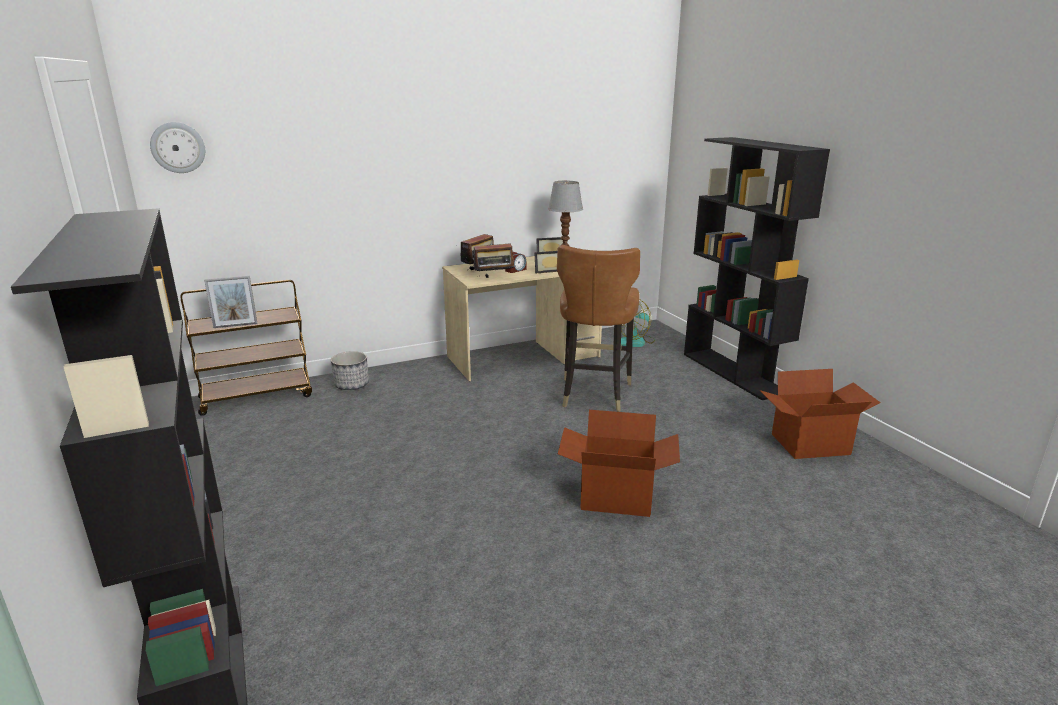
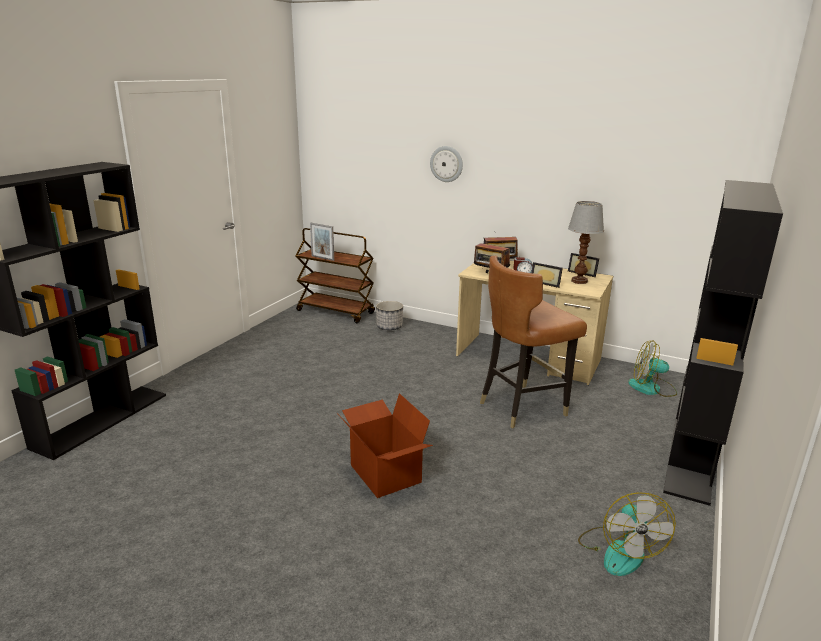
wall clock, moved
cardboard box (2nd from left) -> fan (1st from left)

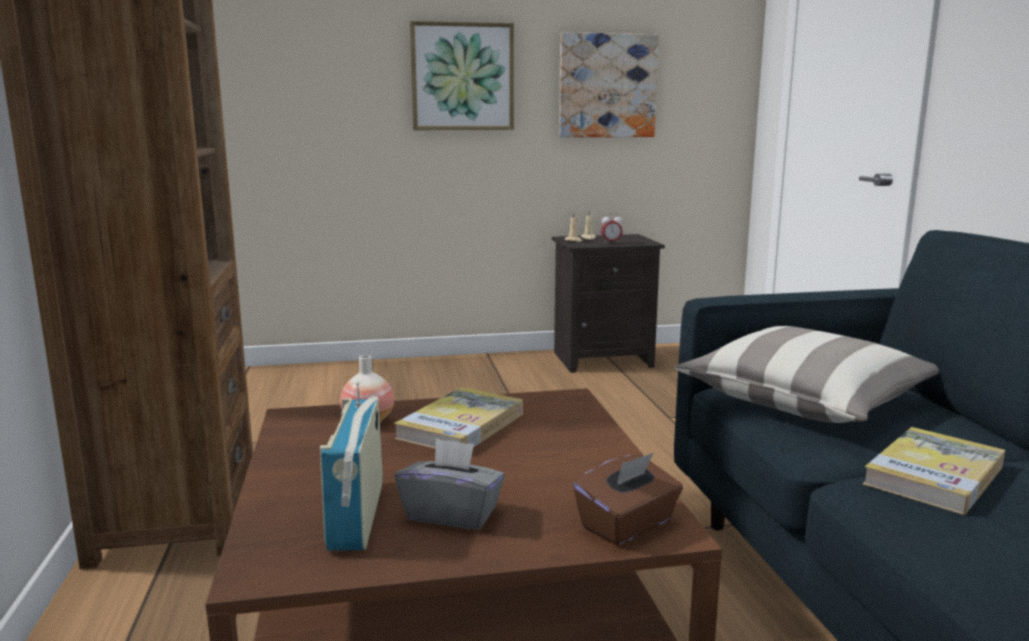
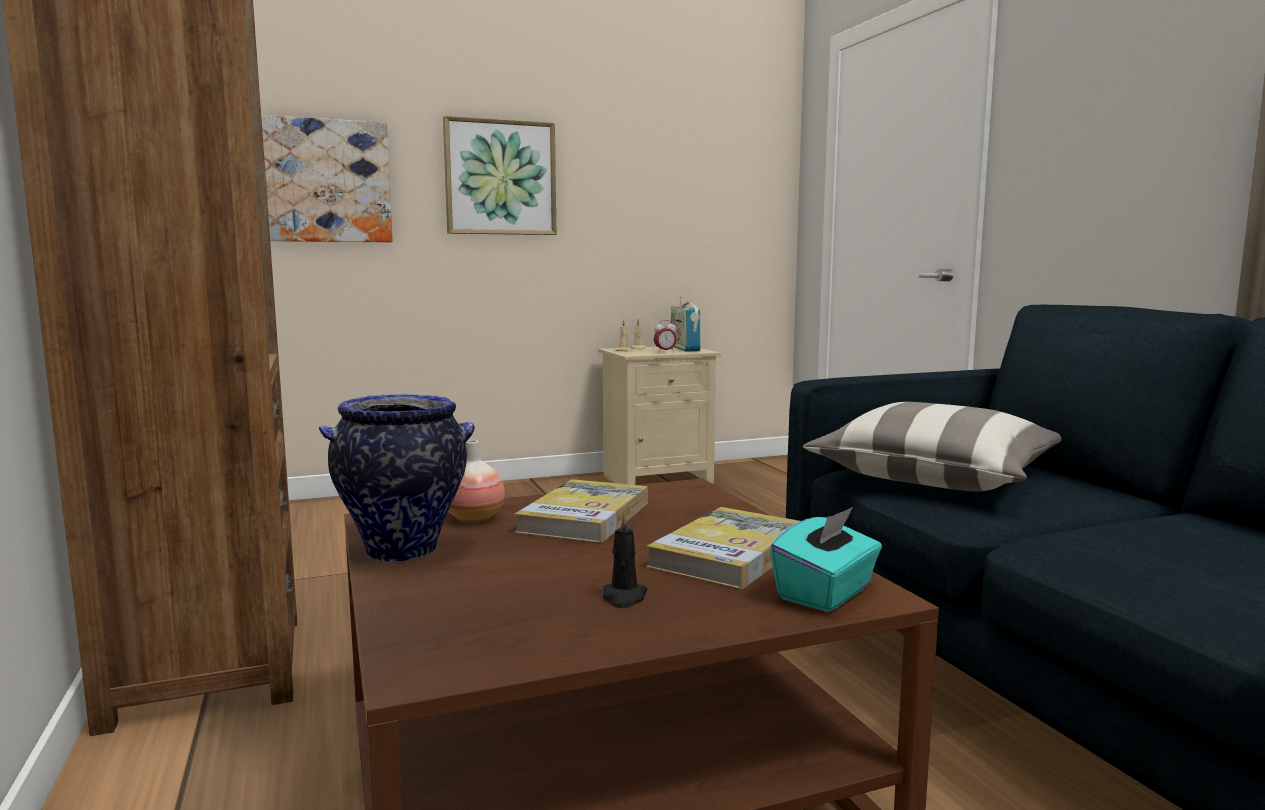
radio, moved
grey tissue box -> black candle
black nightstand -> beige nightstand
picture (2nd from left in the first image) -> picture (1st from left), moved
brown tissue box -> turquoise tissue box
book (2nd from left), moved
none -> vase (1st from left)

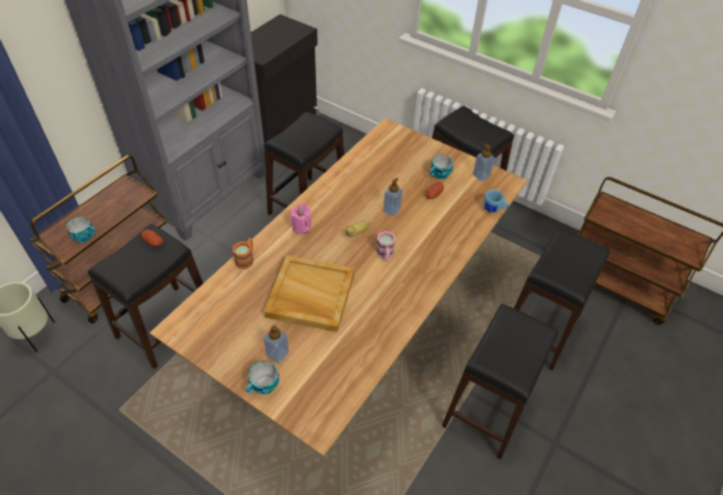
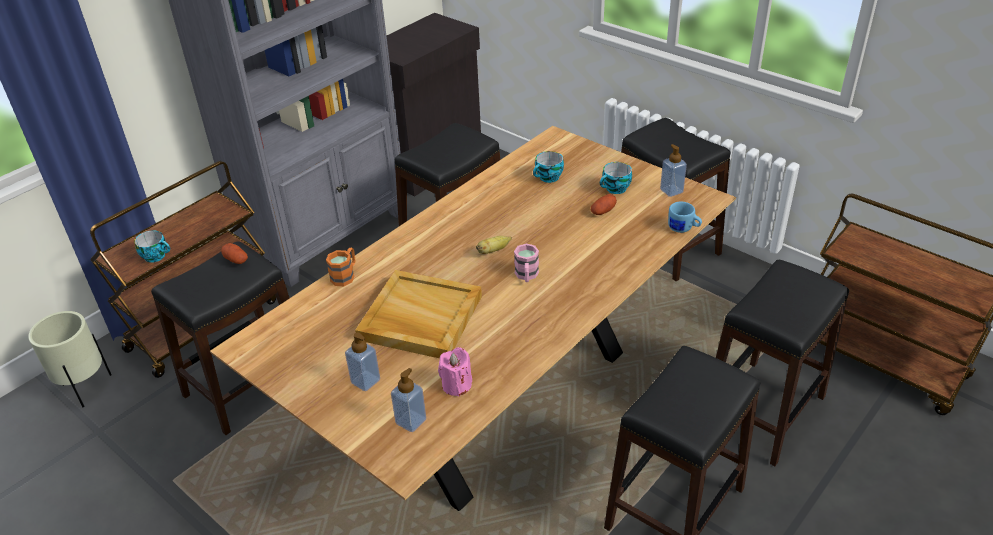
cup (2nd from left), moved
pink candle, moved
soap dispenser (2nd from left), moved

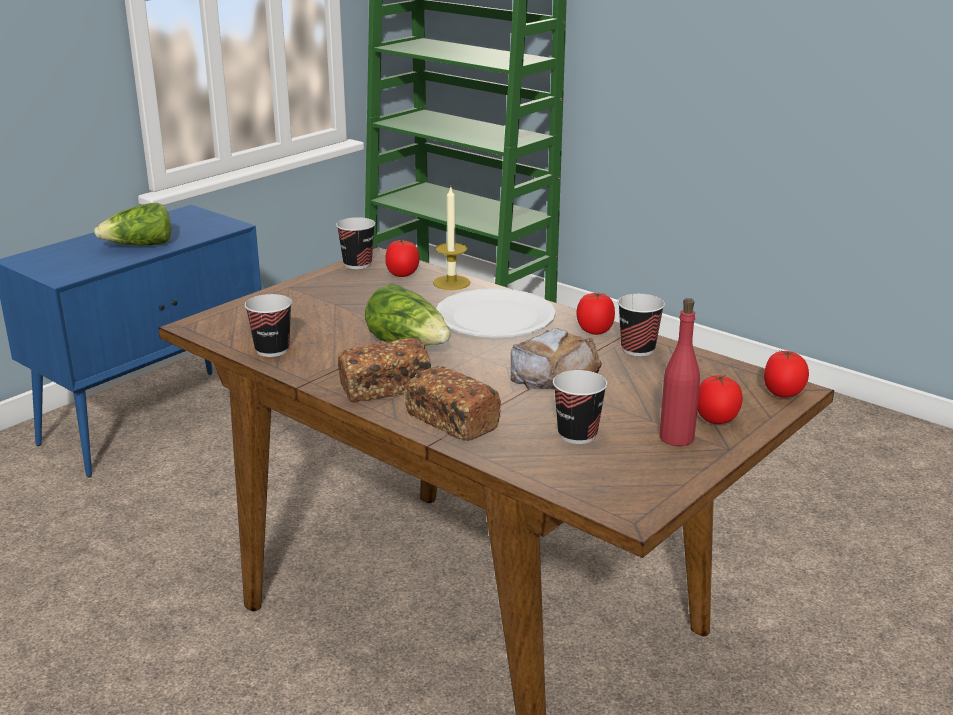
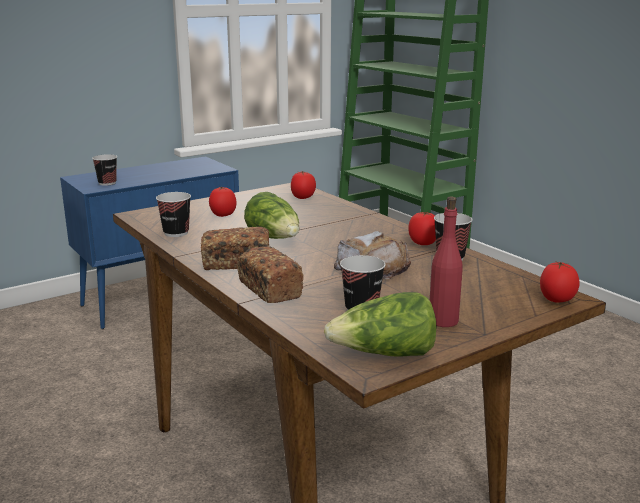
lettuce (1st from left in the first image) -> lettuce (2nd from left), moved
cup (2nd from left in the first image) -> cup (1st from left), moved
candle -> none
white plate -> none
tomato (3rd from left in the first image) -> tomato (1st from left), moved

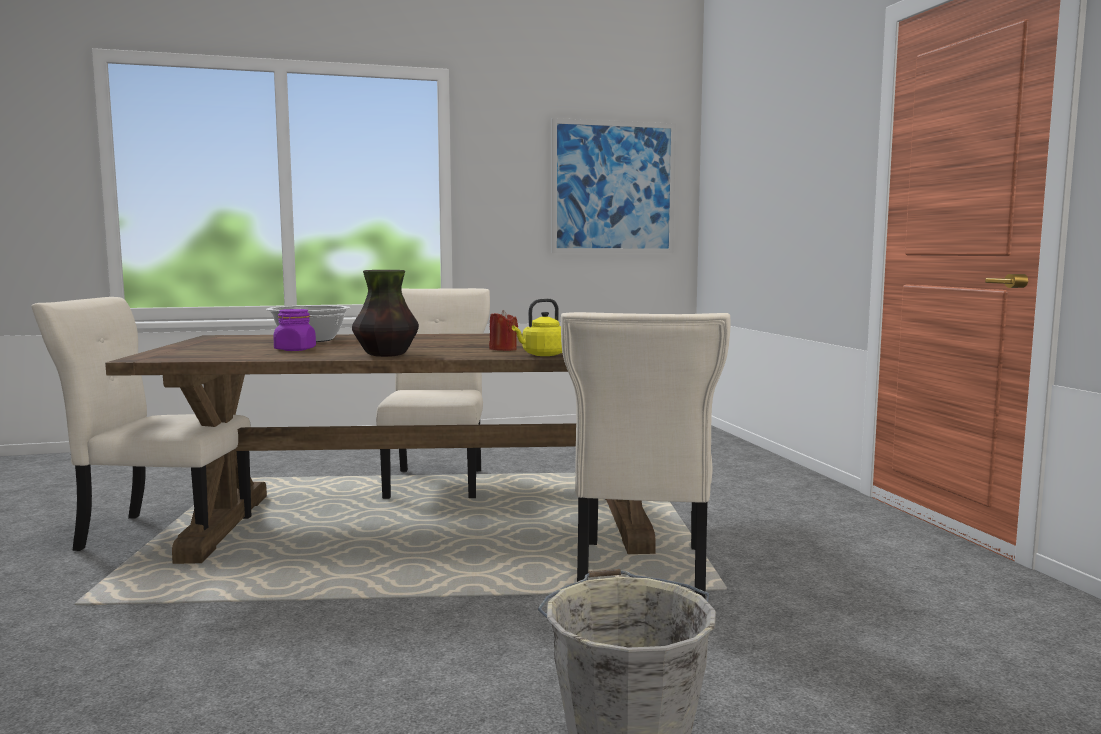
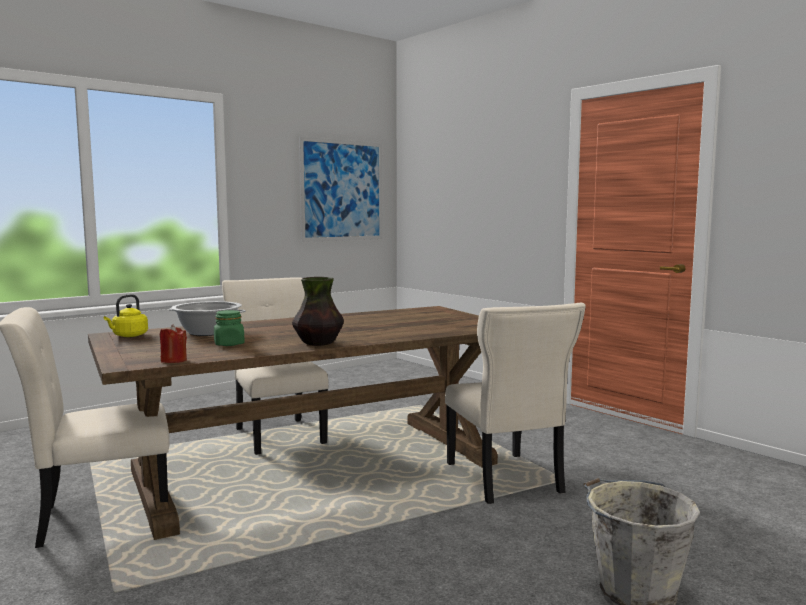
purple jar -> green jar
red candle, moved
yellow kettle, moved

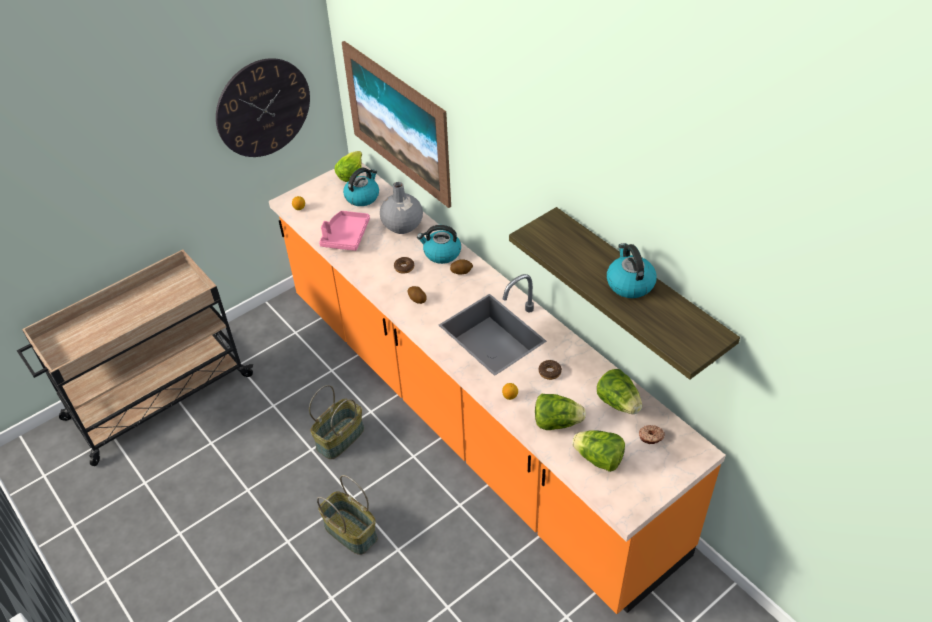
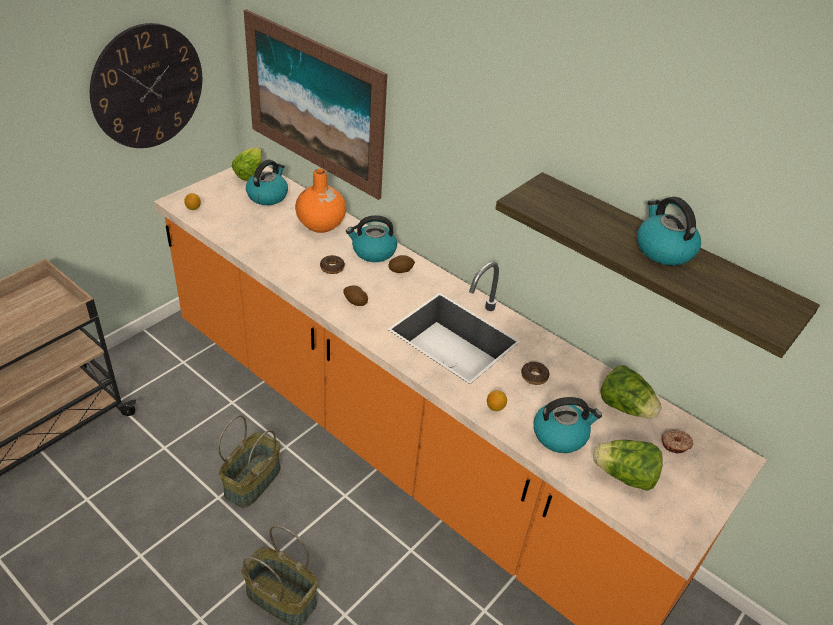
pink tray -> none
grey vase -> orange vase
lettuce (2nd from left) -> kettle (3rd from left)

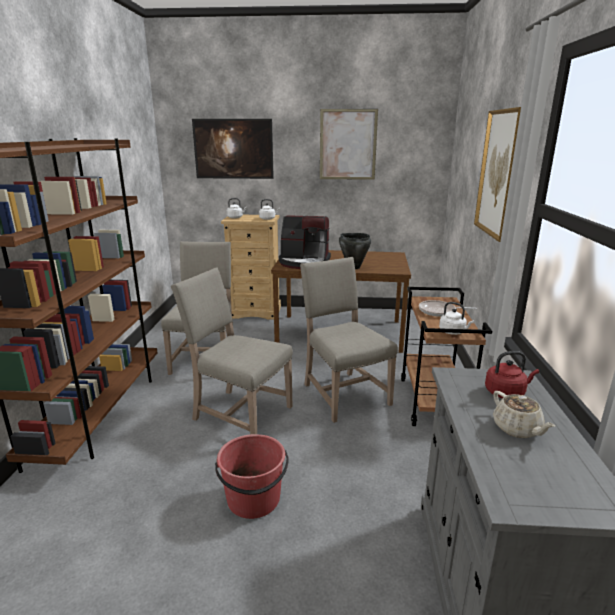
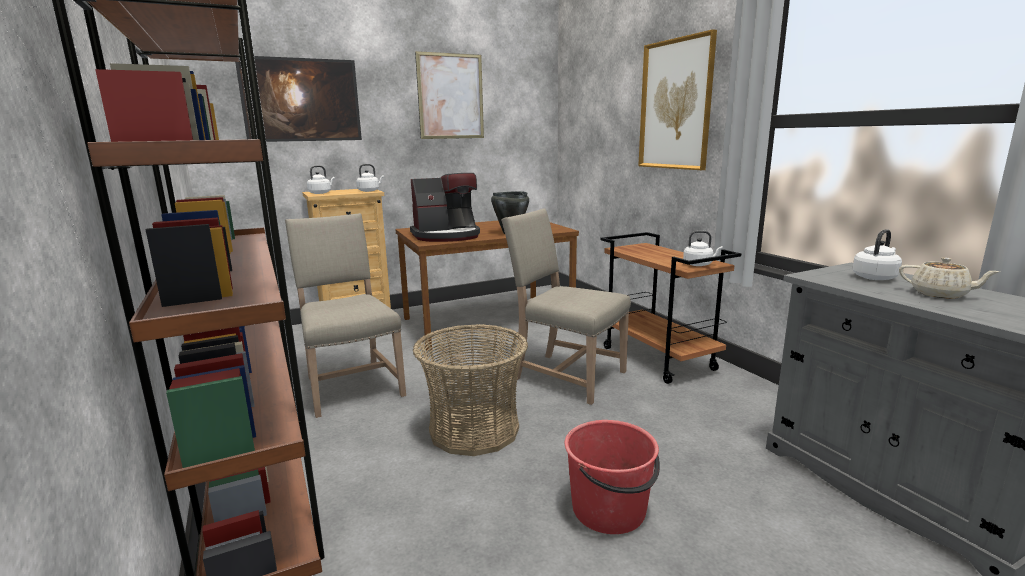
beige chair (2nd from left) -> basket
frying pan -> none
red kettle -> white kettle (4th from left)

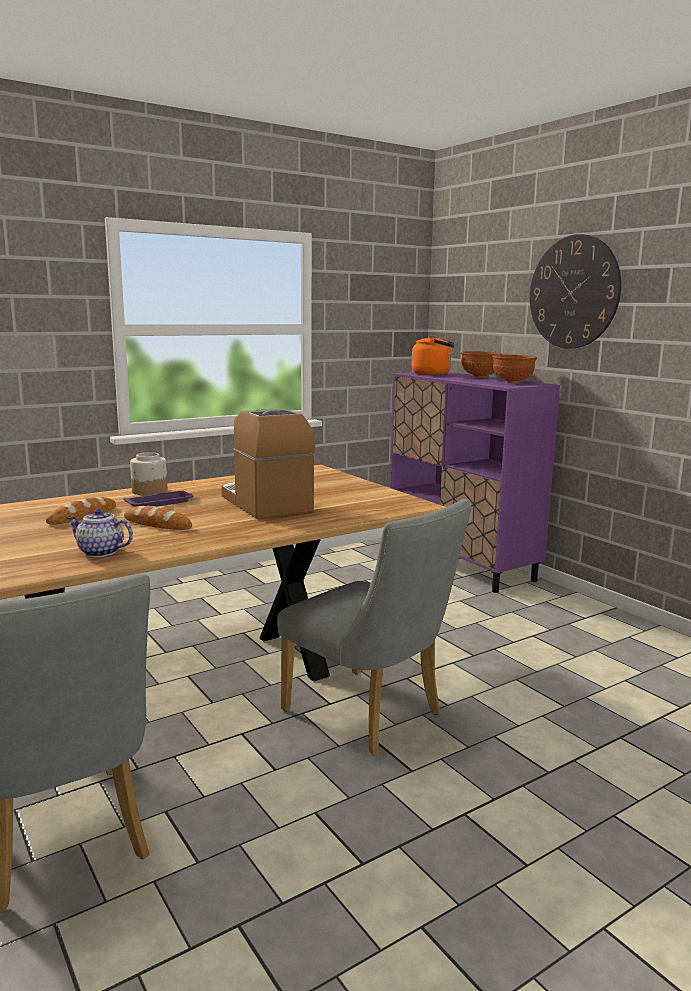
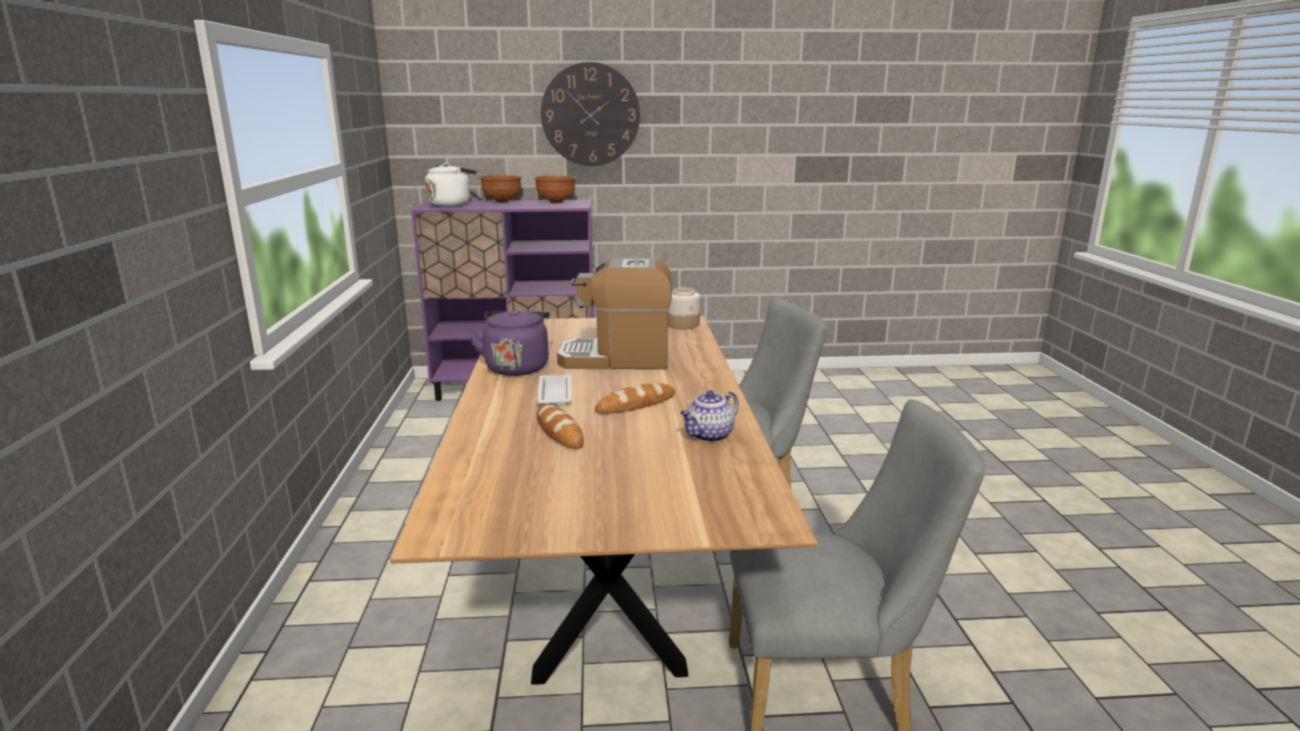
purple tray -> white tray
jar, moved
orange kettle -> white kettle
none -> purple kettle

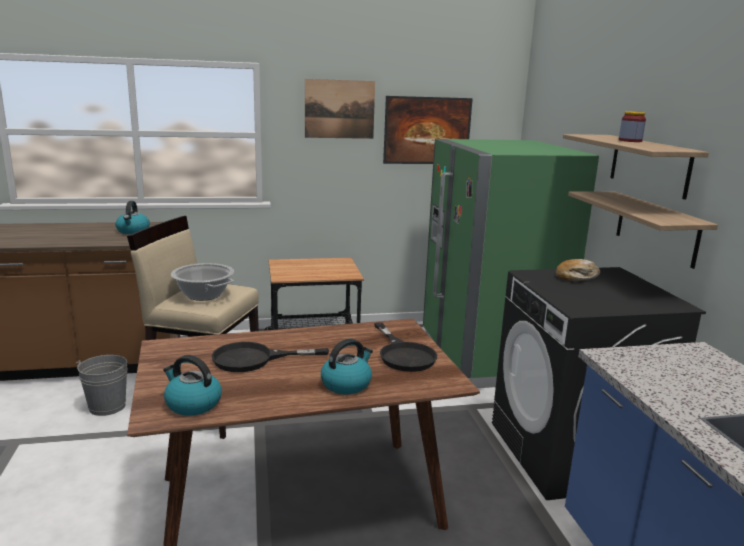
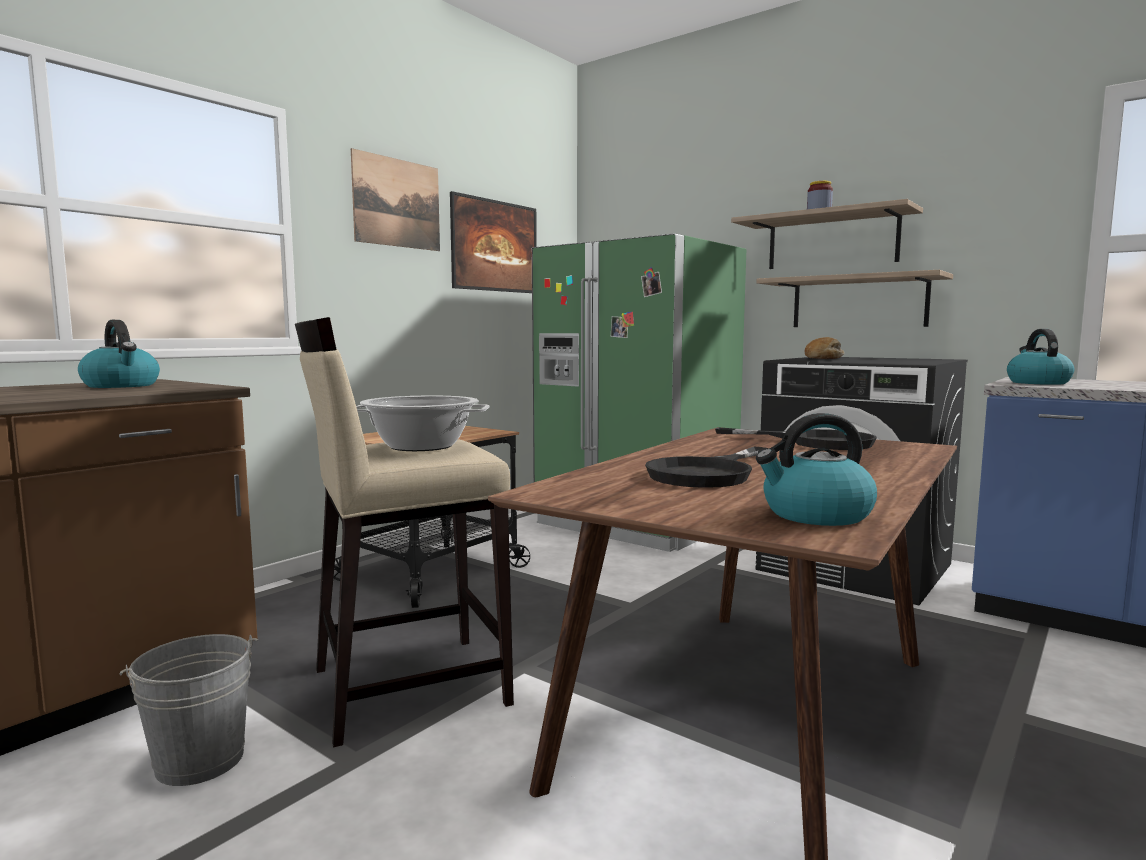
kettle (3rd from left), moved

